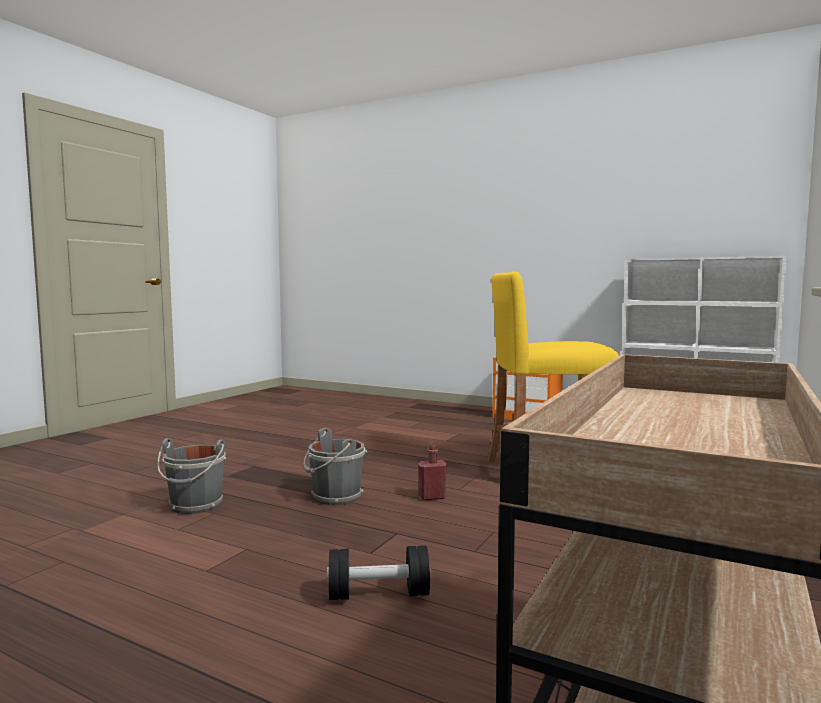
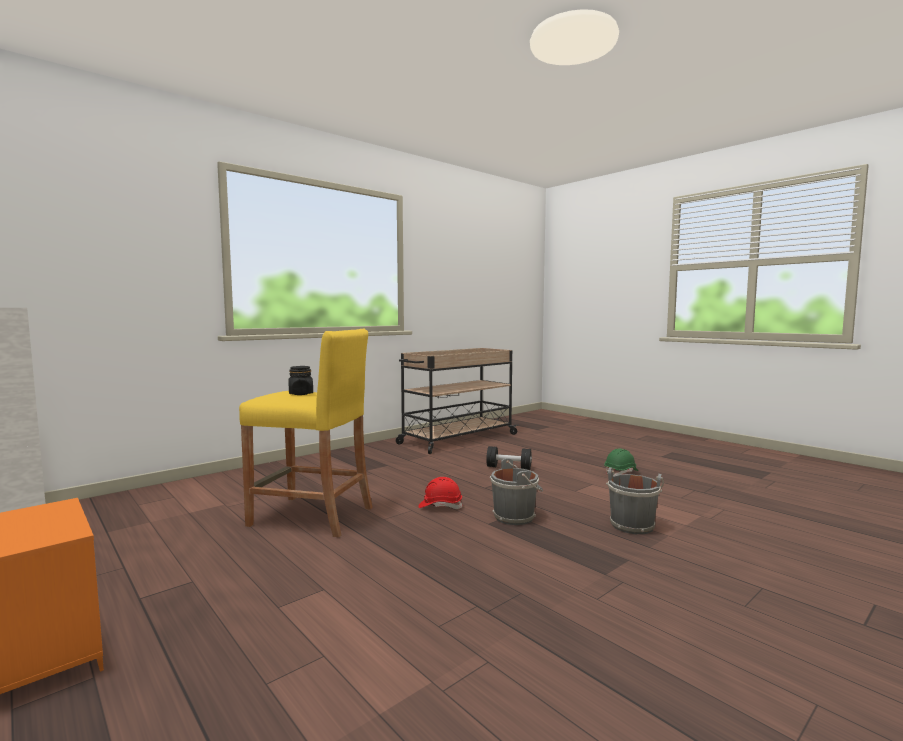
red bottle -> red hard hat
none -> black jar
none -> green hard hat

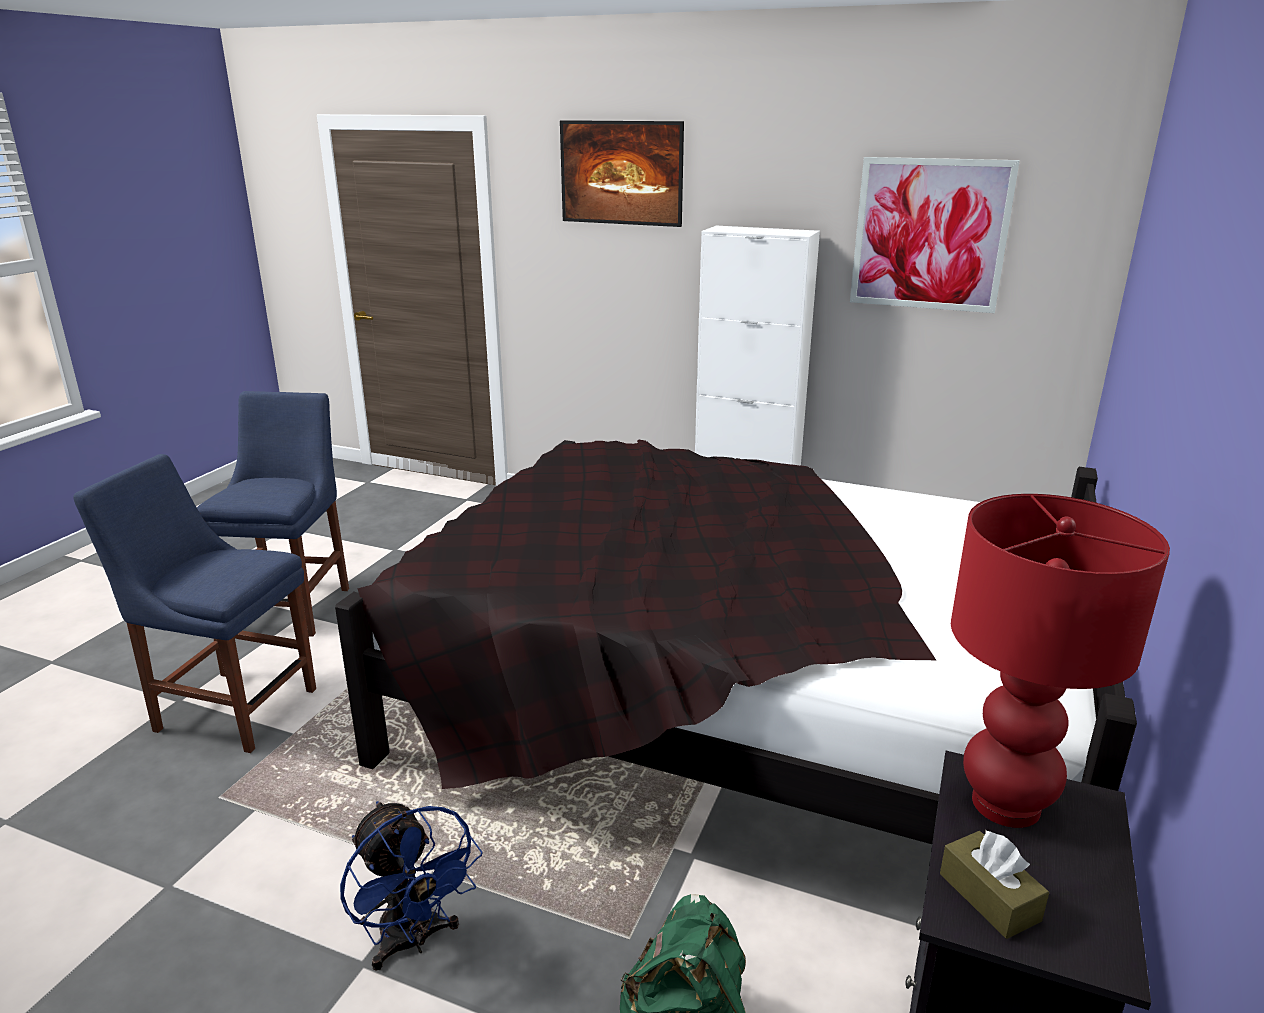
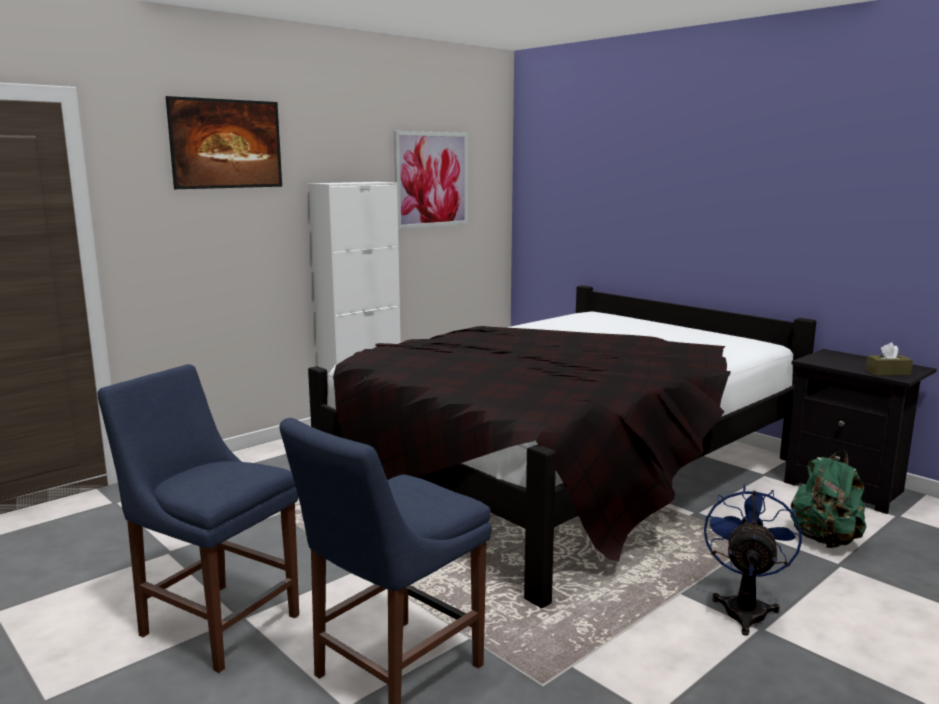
blue fan, 60 degrees counterclockwise
red table lamp -> none

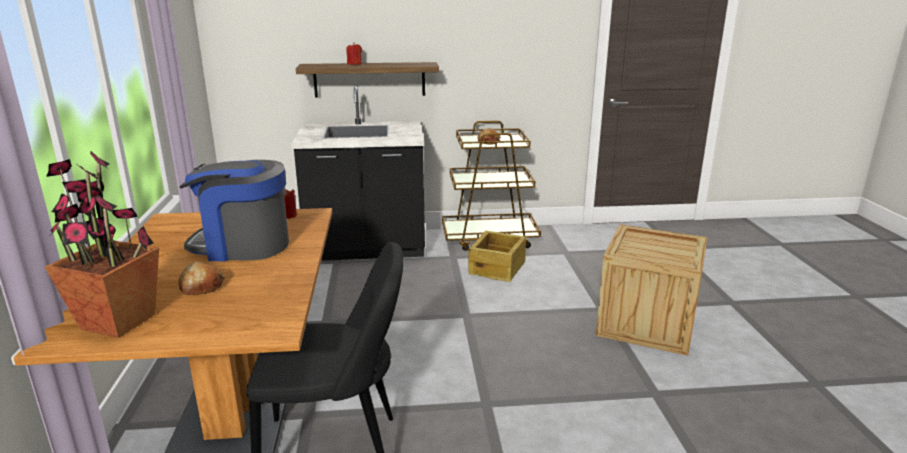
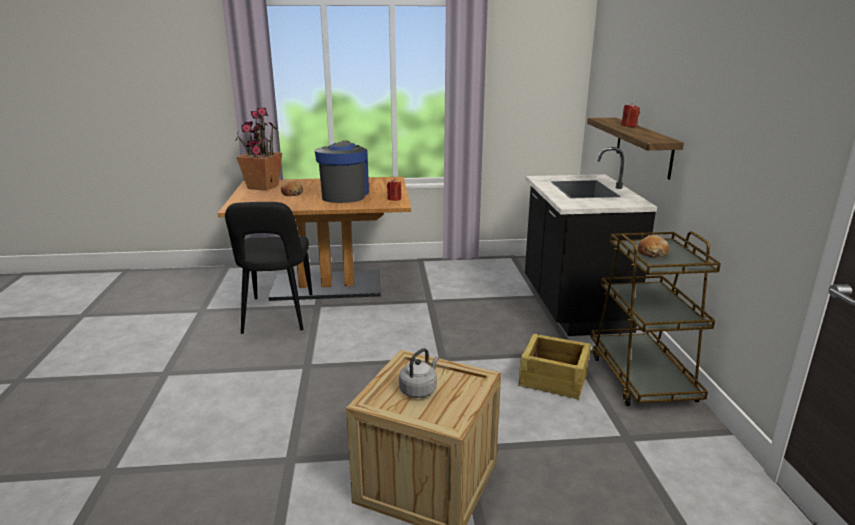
none -> grey kettle

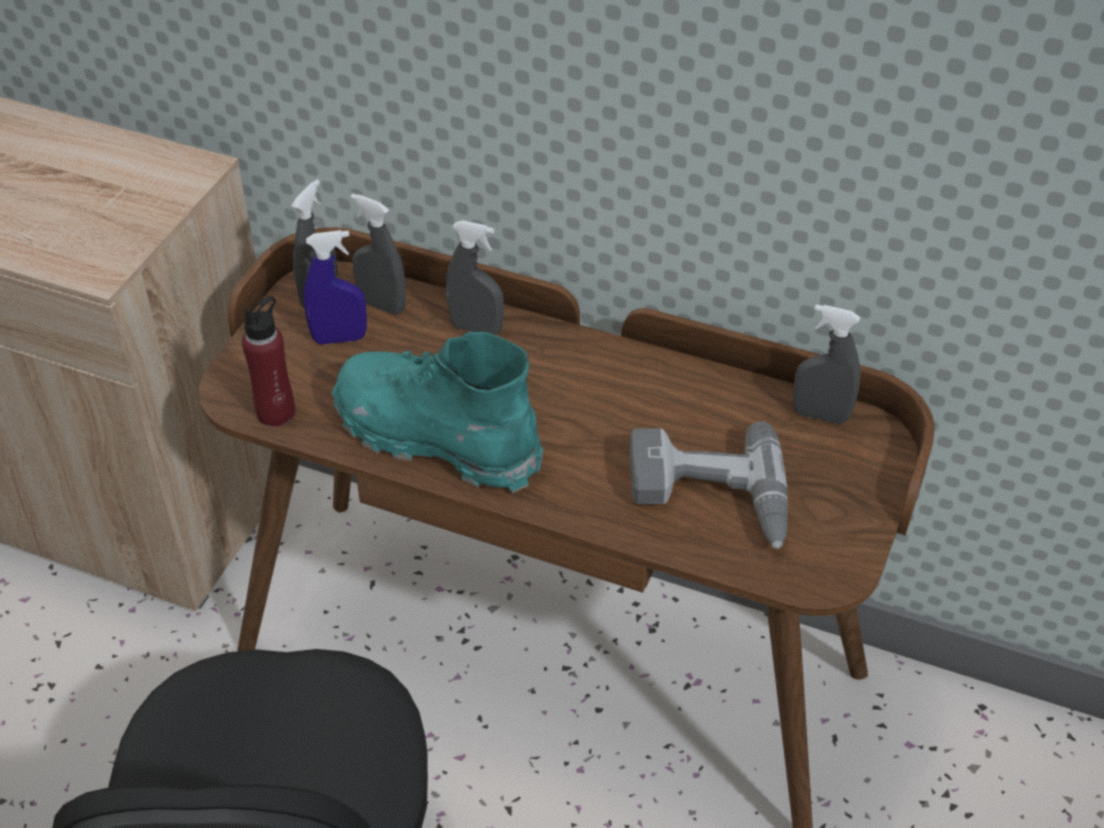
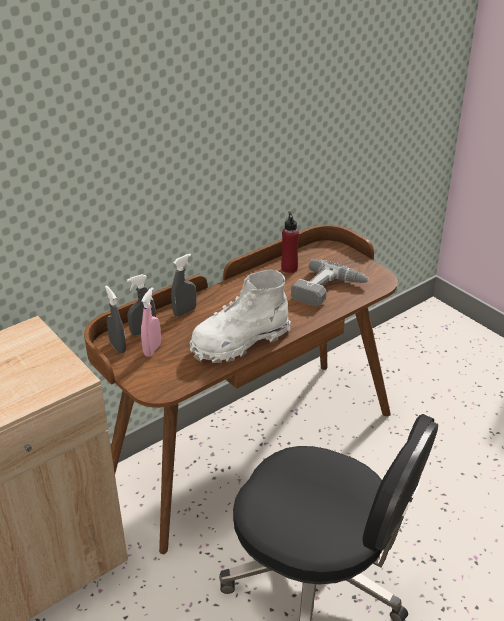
red bottle, moved
blue spray bottle -> pink spray bottle
turquoise boot -> white boot
grey spray bottle (4th from left) -> none

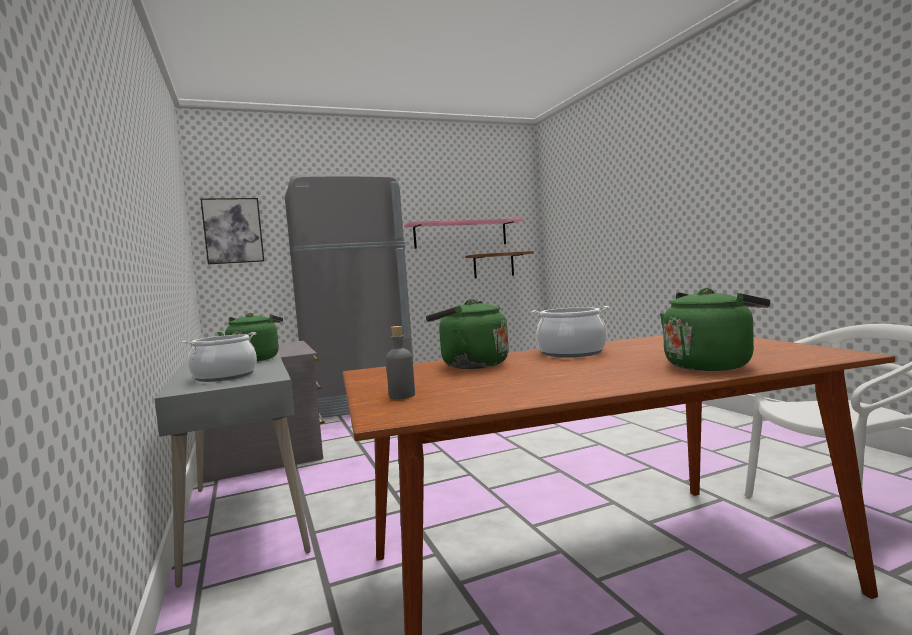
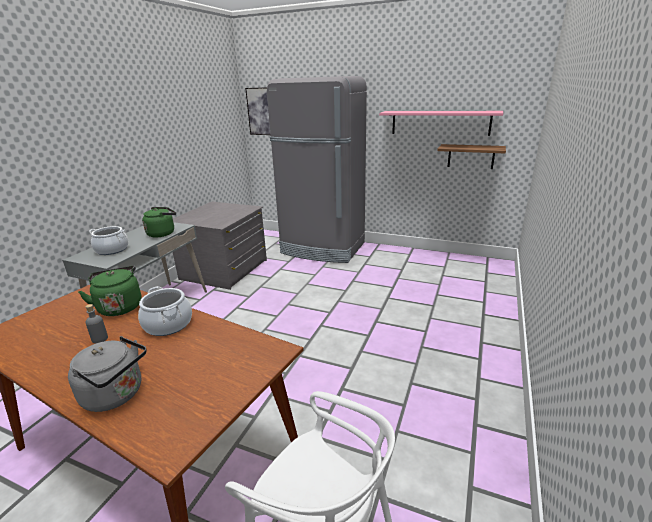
grey bottle, moved
green kettle (3rd from left) -> grey kettle

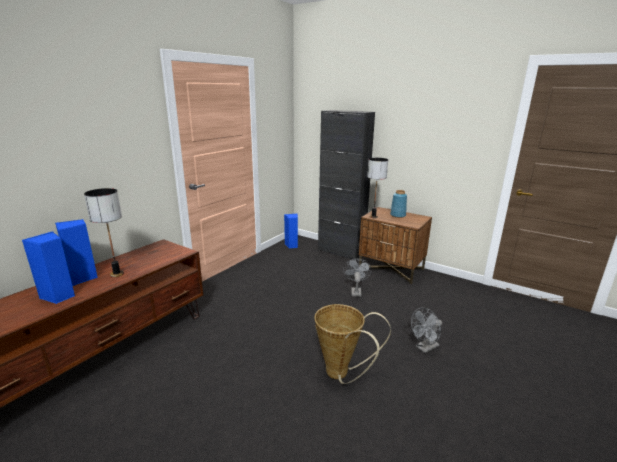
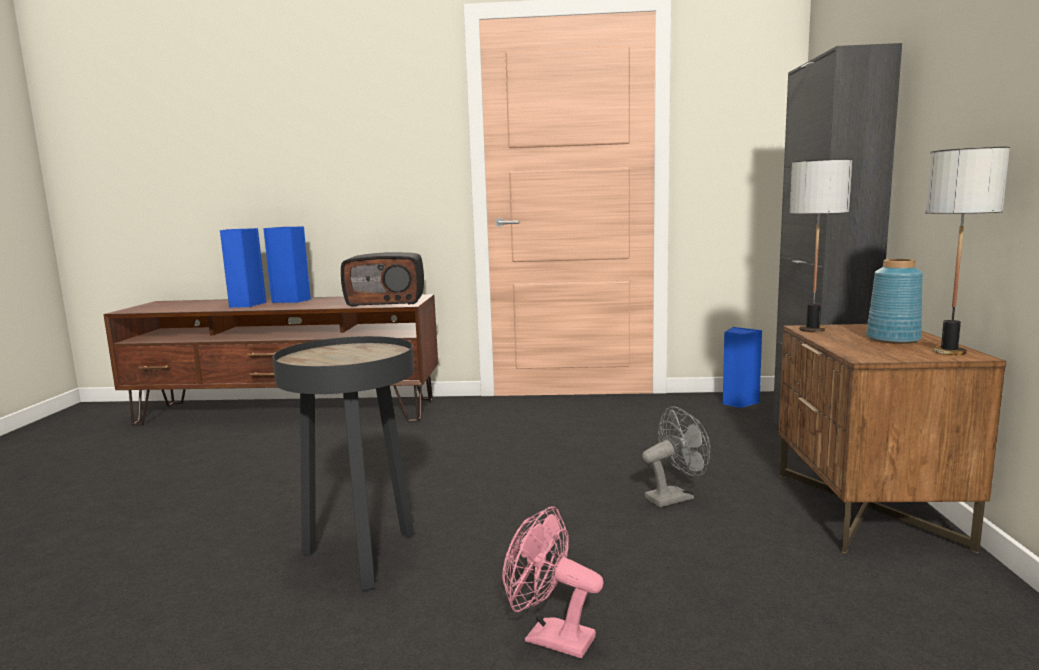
table lamp (1st from left in the first image) -> table lamp (2nd from left), moved
basket -> black side table
grey fan (2nd from left) -> pink fan
none -> radio

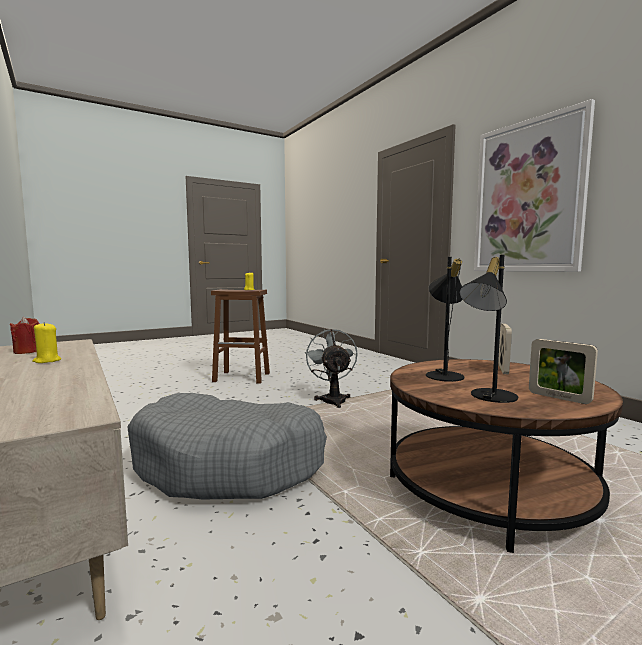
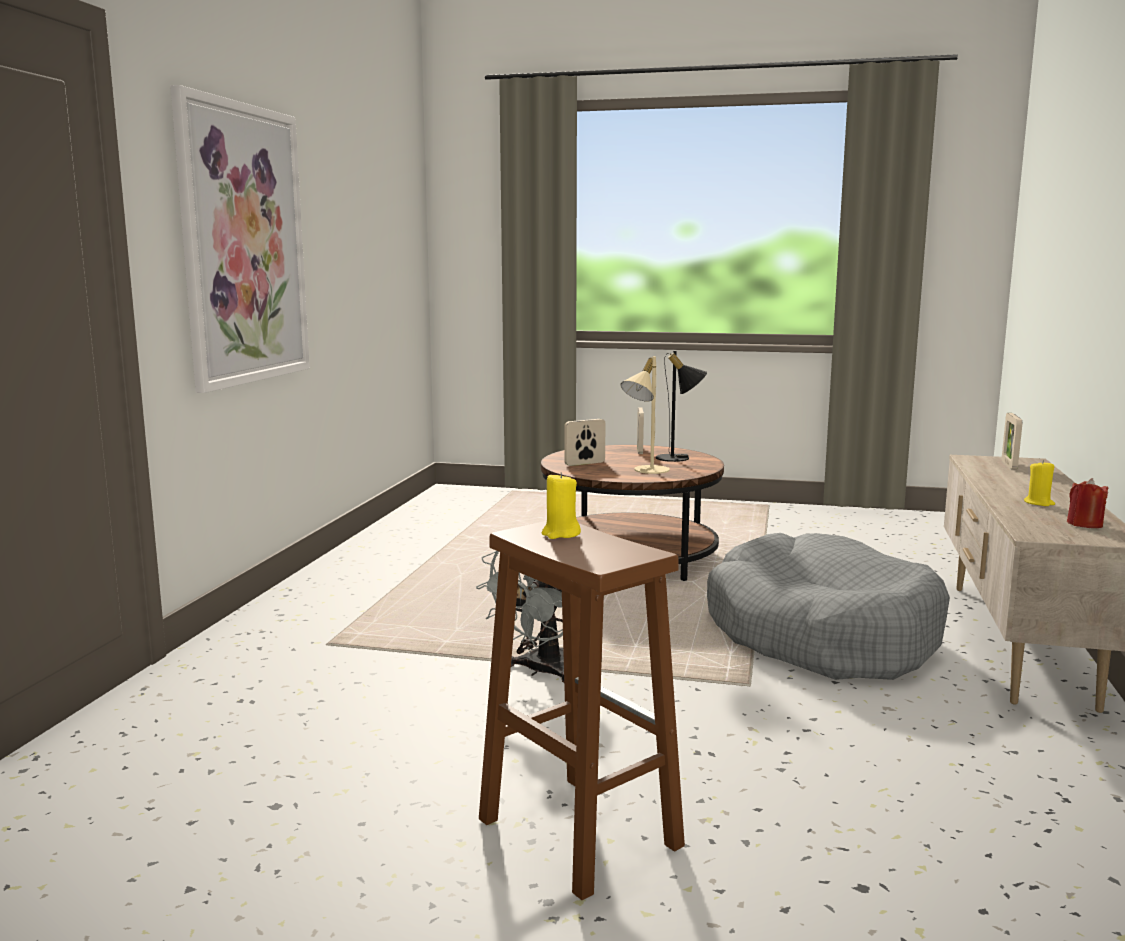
black table lamp (1st from left) -> beige table lamp
none -> picture frame (3rd from left)

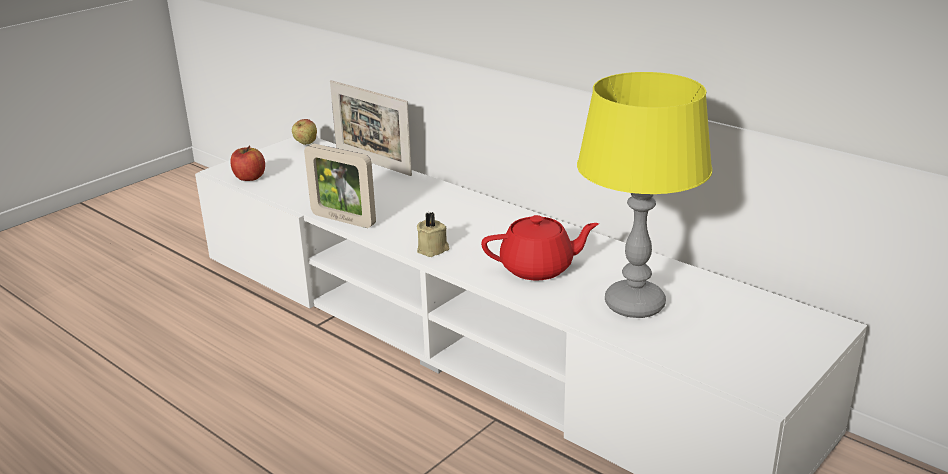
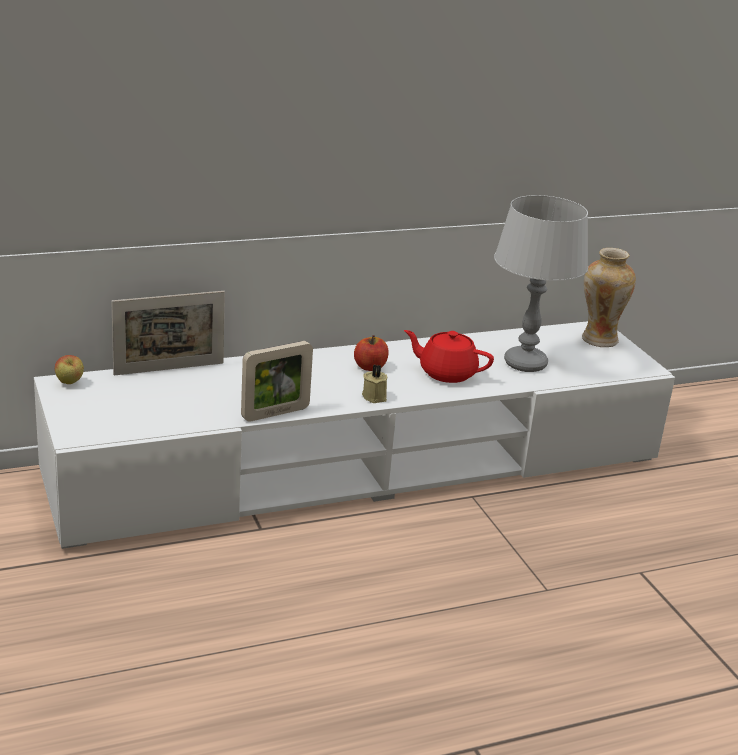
apple (1st from left in the first image) -> apple (2nd from left), moved
red teapot, 90 degrees counterclockwise
yellow table lamp -> grey table lamp
none -> vase

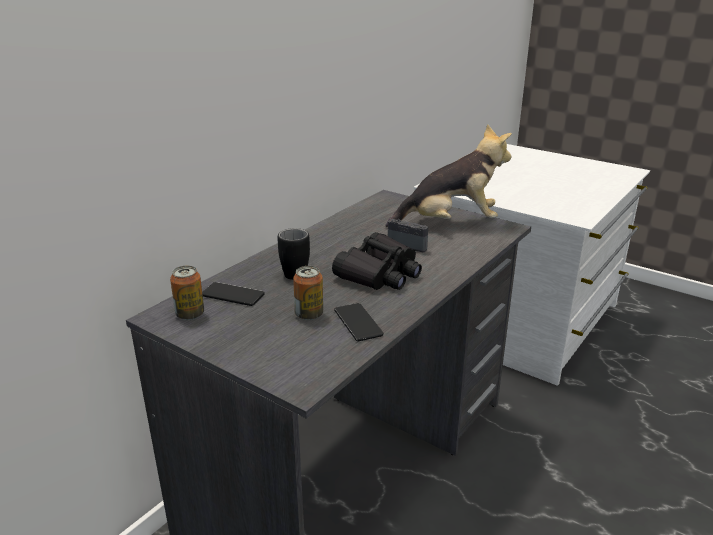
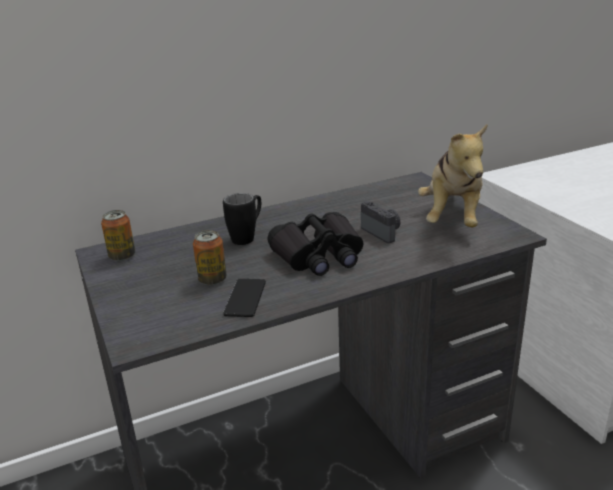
phone (1st from left) -> none
plush toy, 75 degrees clockwise

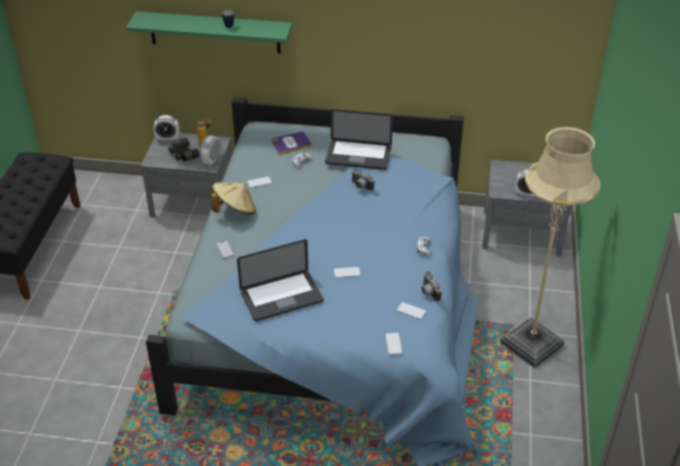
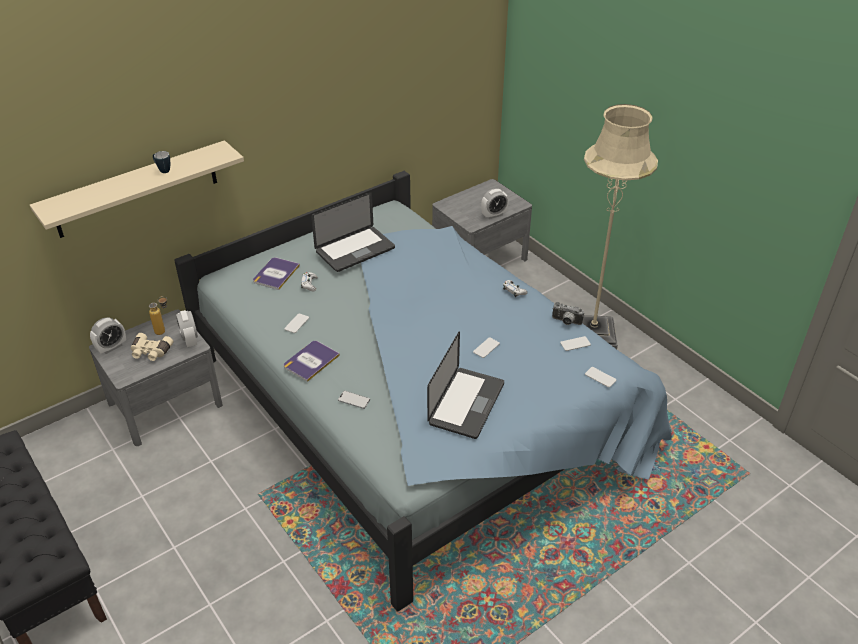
green shelf -> beige shelf
black binoculars -> beige binoculars
beige hat -> book (2nd from left)
photo camera (1st from left) -> none

